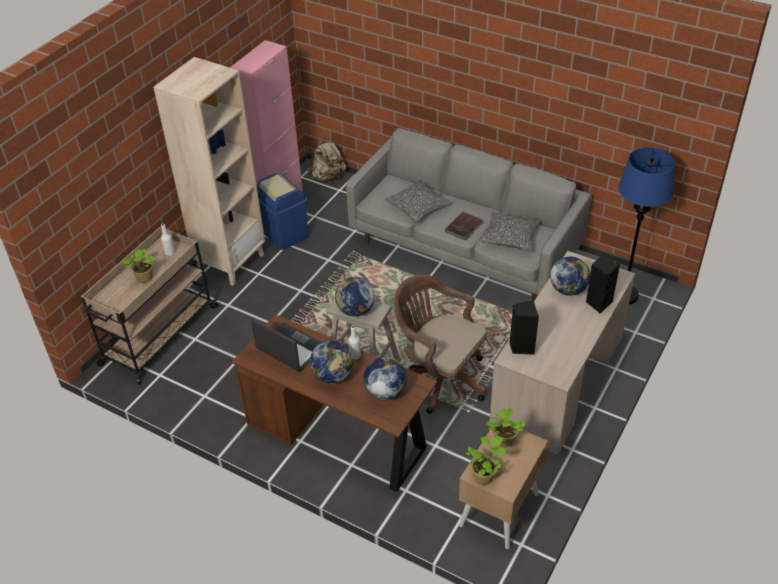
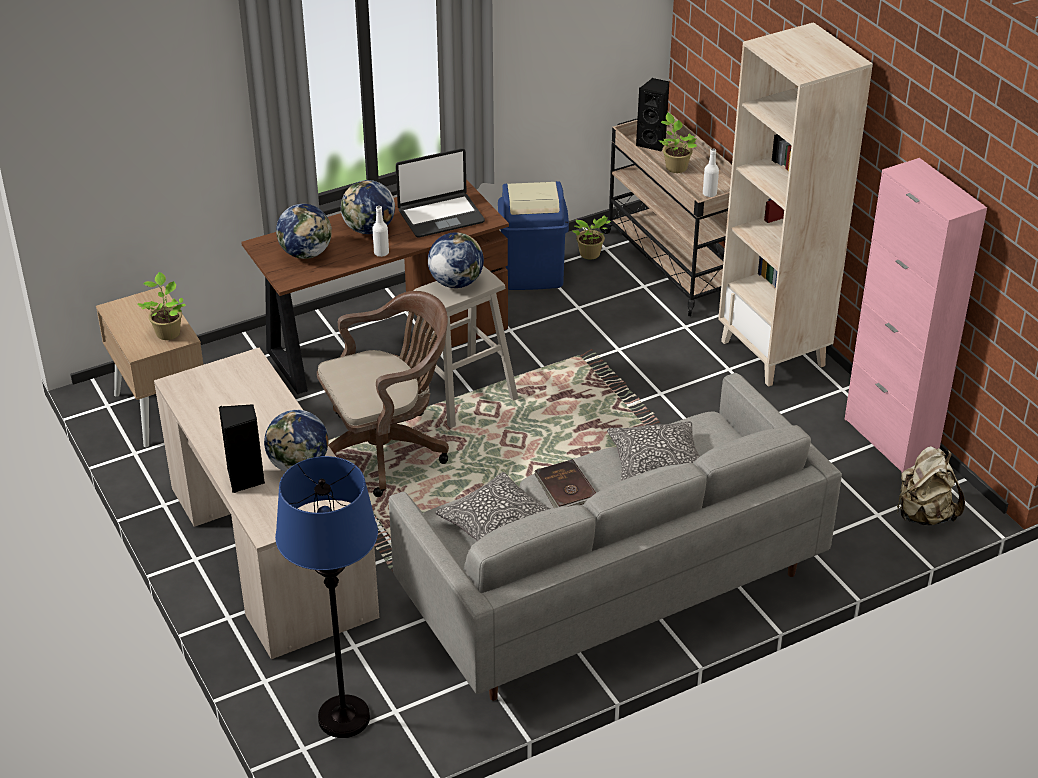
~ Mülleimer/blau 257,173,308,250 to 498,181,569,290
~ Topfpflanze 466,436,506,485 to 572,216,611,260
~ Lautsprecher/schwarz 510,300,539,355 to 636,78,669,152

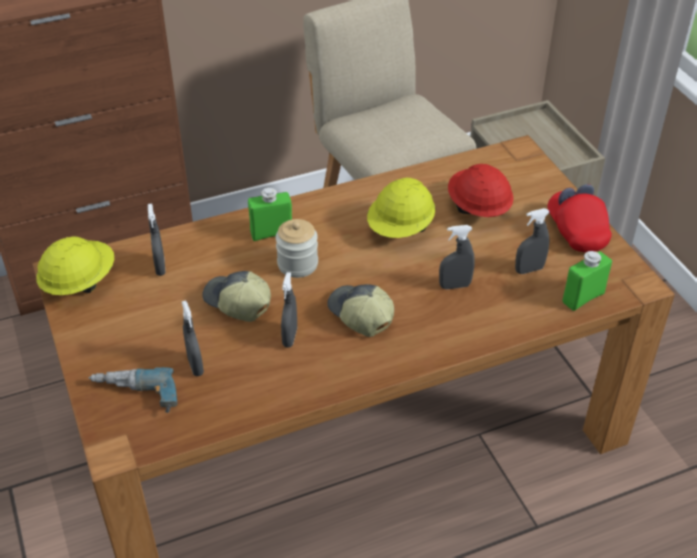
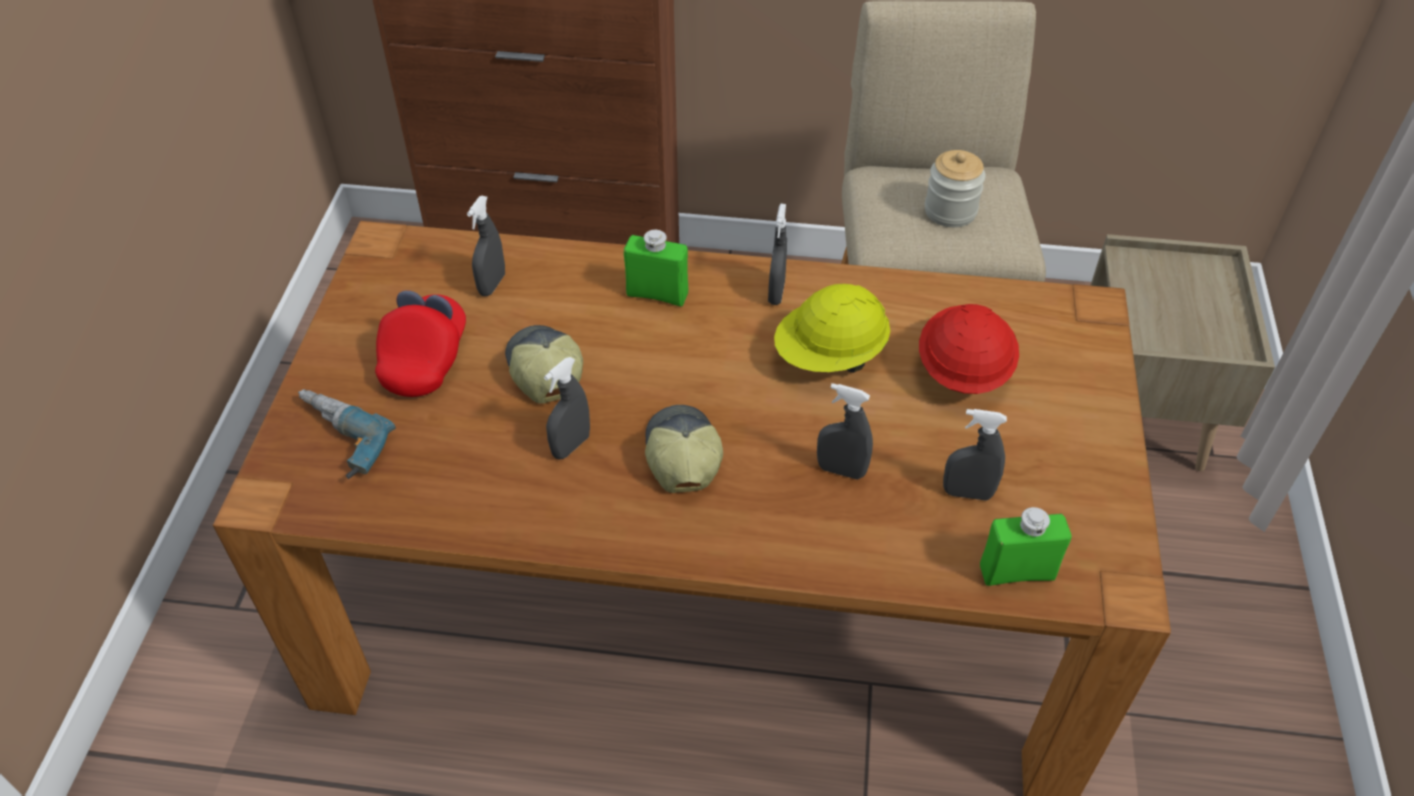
- Schutzhelm/gelb 36,236,114,295
~ Sprühflasche/grau 182,301,204,376 to 768,203,787,305
~ Vorratsglas 276,219,318,278 to 925,150,986,227
~ Kappe/rot 547,184,612,252 to 375,290,466,397

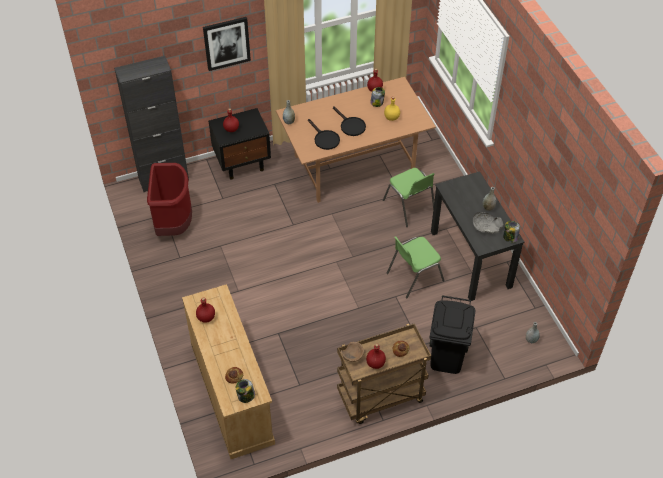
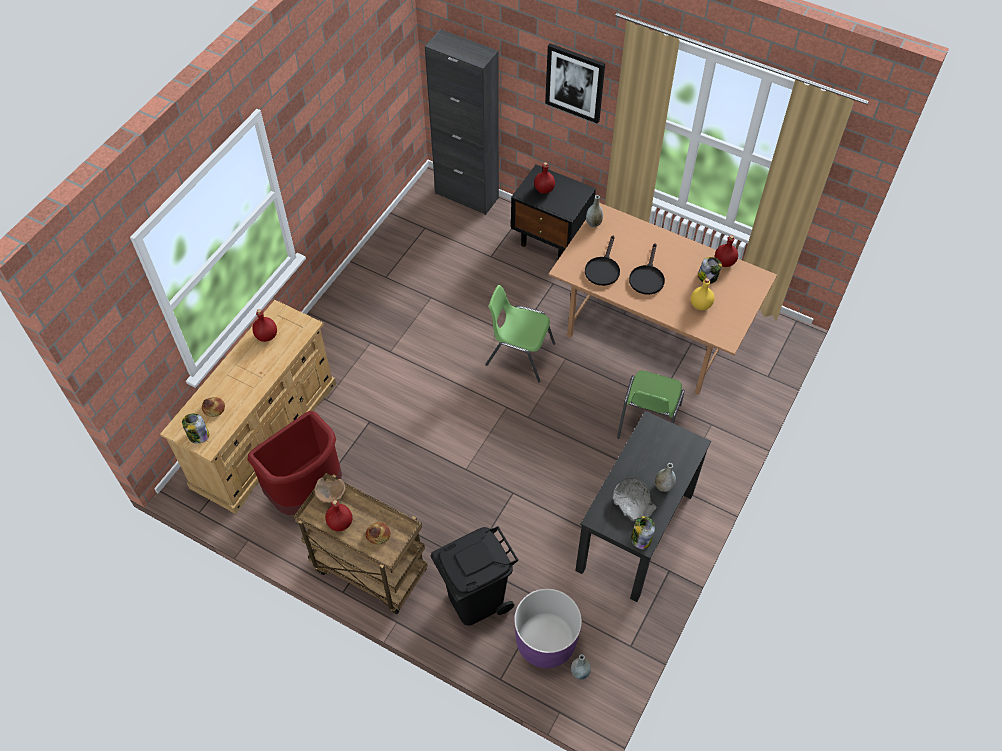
+ Pflanzkübel/lila 514,588,582,668
~ Mülleimer/rot 147,163,192,236 to 247,411,342,515
~ Stuhl/grün 387,236,445,298 to 485,285,556,382

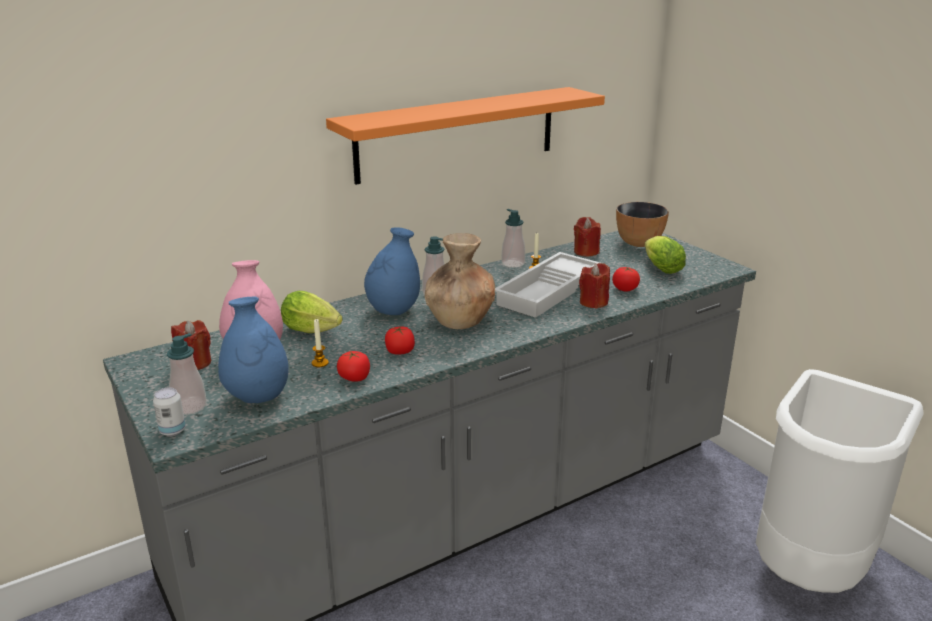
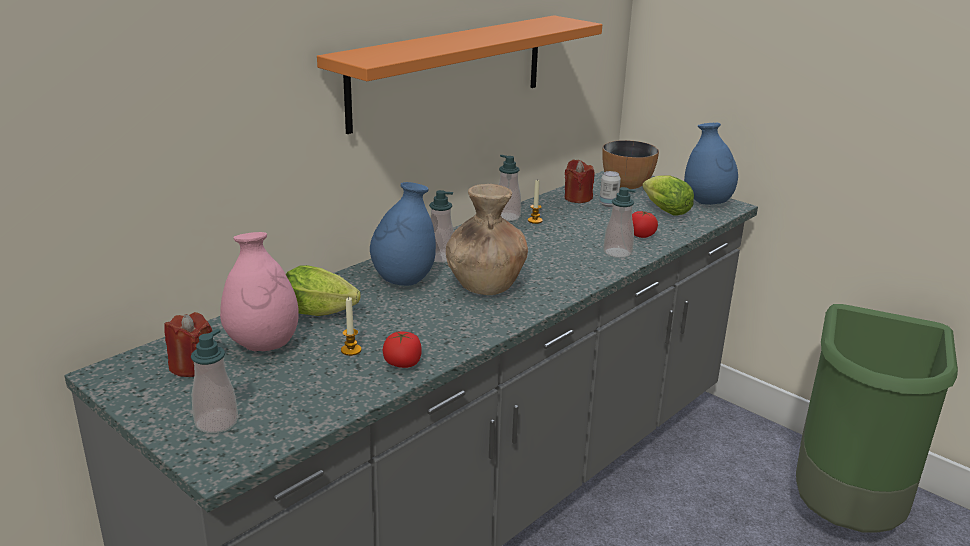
- Tomate 385,327,415,354
- Tablett/weiß 495,252,600,318
~ Dose 153,387,186,436 to 599,171,621,207
~ Vase/blau 218,297,288,403 to 684,123,738,205
~ Kerze/rot 579,263,610,309 to Seifenspender 603,187,636,258
~ Mülleimer/weiß 756,369,924,593 to Mülleimer/grün 796,304,958,532

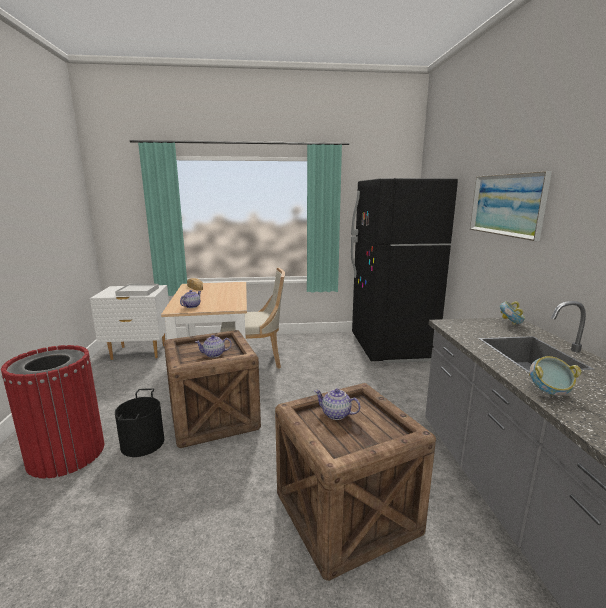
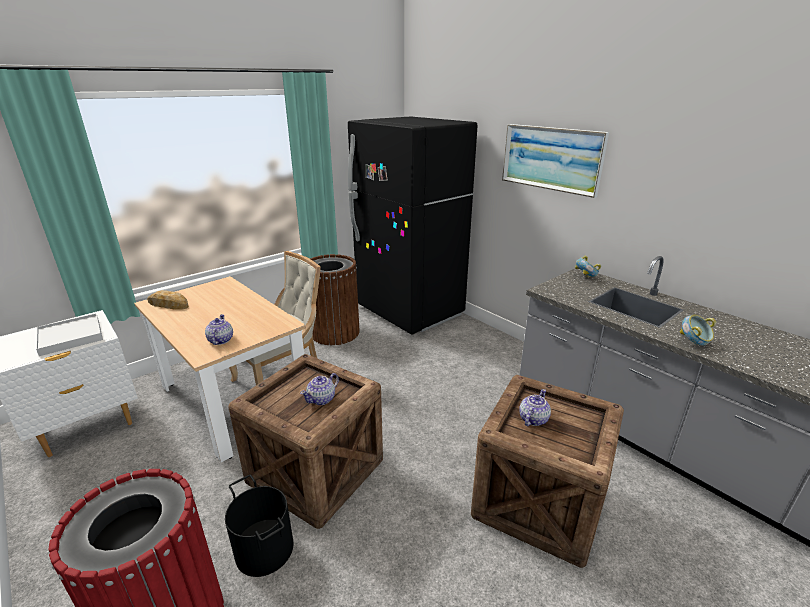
+ Mülleimer/braun 310,254,360,345
~ Teekanne 315,389,361,420 = 519,389,551,426 135 degrees clockwise

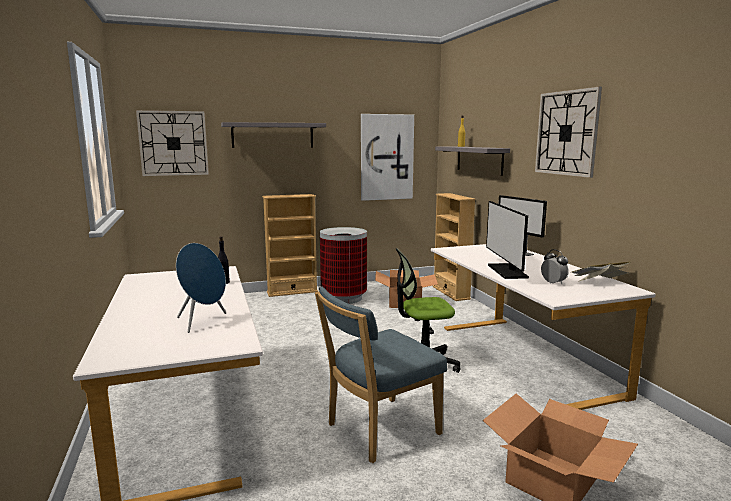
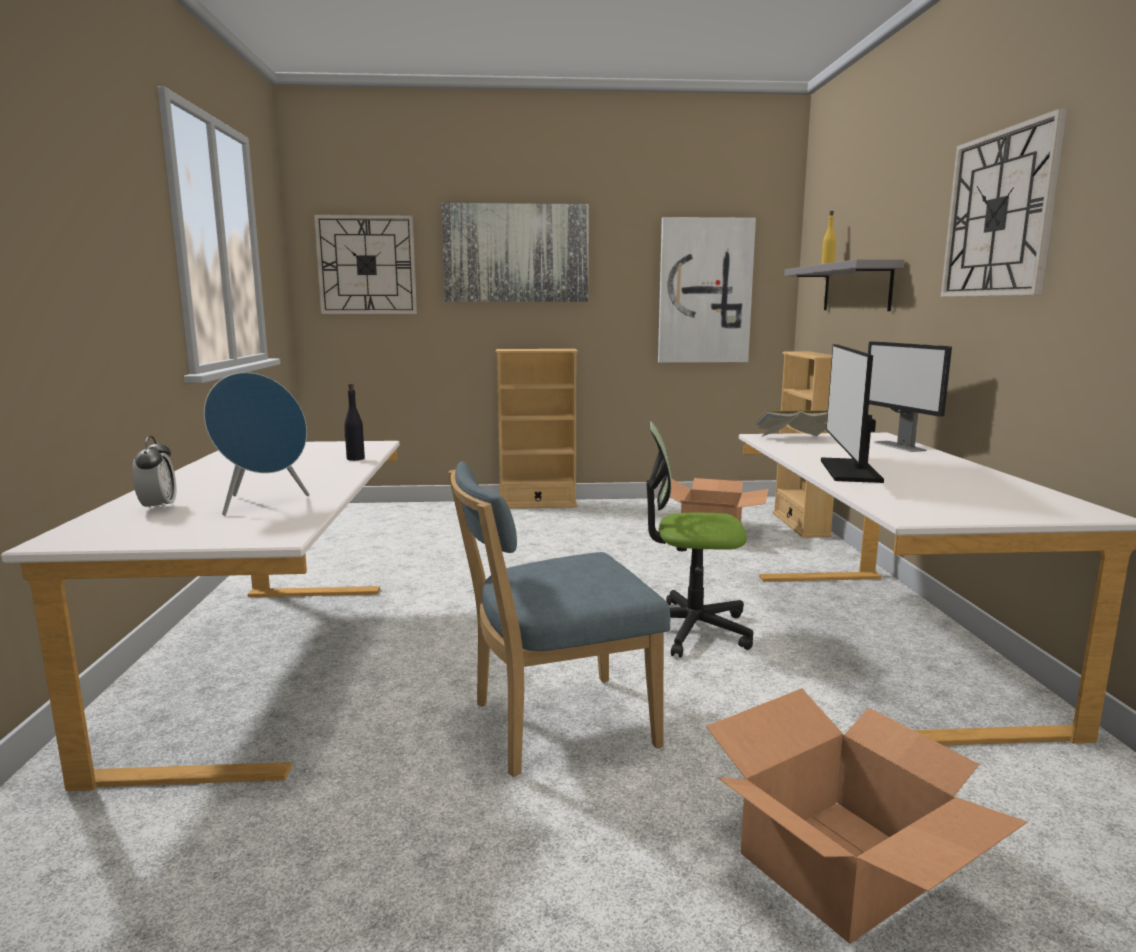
- Mülleimer 320,227,367,304
~ Wecker 541,249,569,284 to 132,436,176,511
~ Buch 572,262,629,282 to 754,410,828,436
~ Wandregal/grau 221,122,326,148 to Bild 441,203,589,302

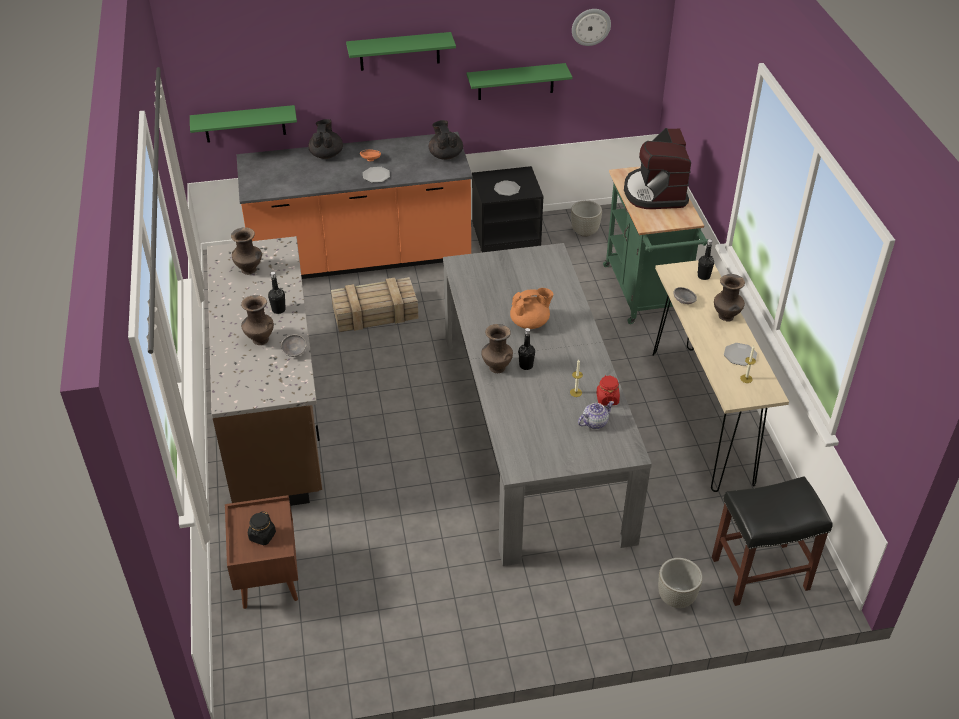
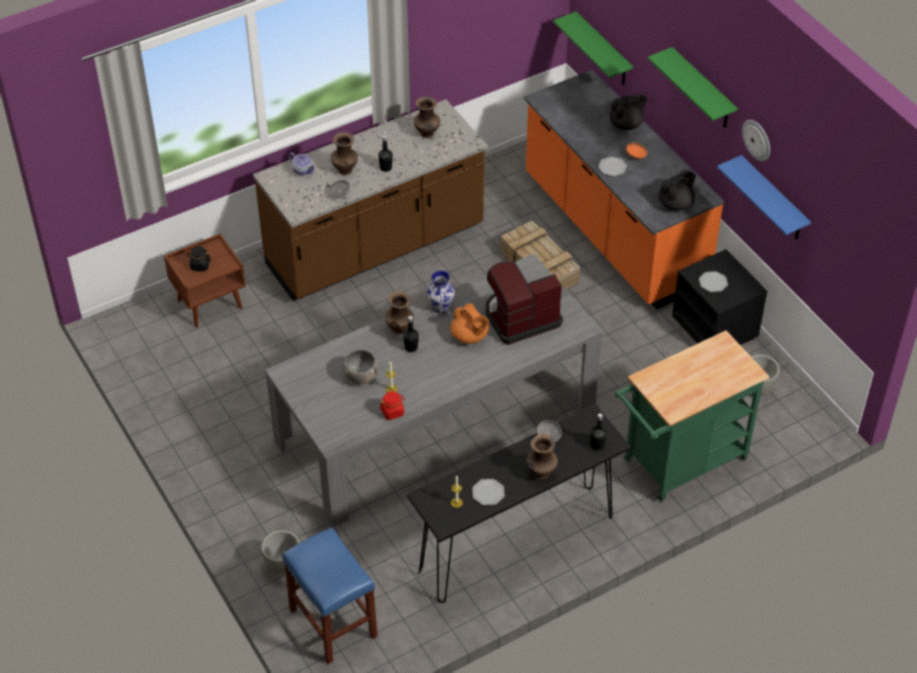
+ Schüssel/grau 343,350,378,384
+ Vase 427,270,455,313
~ Wanduhr 572,9,611,46 to 742,120,770,162
~ Teekanne 578,401,614,429 to 288,152,316,176
~ Kaffeemaschine 624,128,691,209 to 486,261,563,345
~ Wandregal/grün 466,63,572,100 to Wandregal/blau 717,155,811,239
~ Konsolentisch/beige 653,260,789,492 to Konsolentisch/schwarz 407,405,631,603
~ Hocker/schwarz 712,476,833,606 to Hocker/blau 282,527,378,664

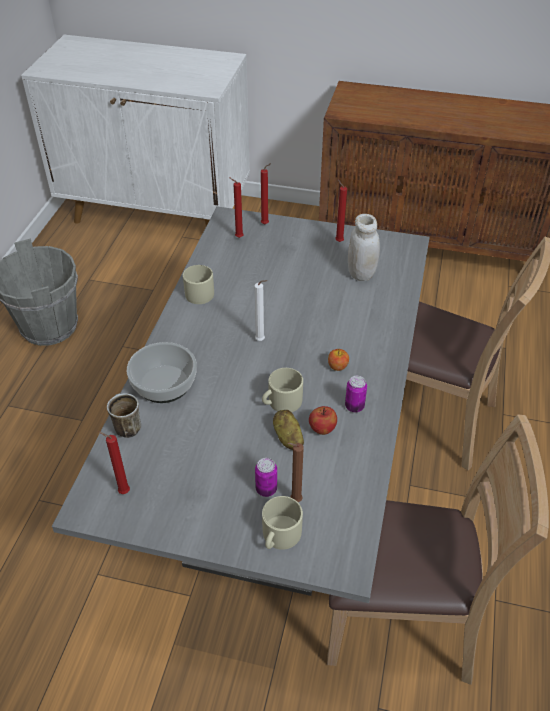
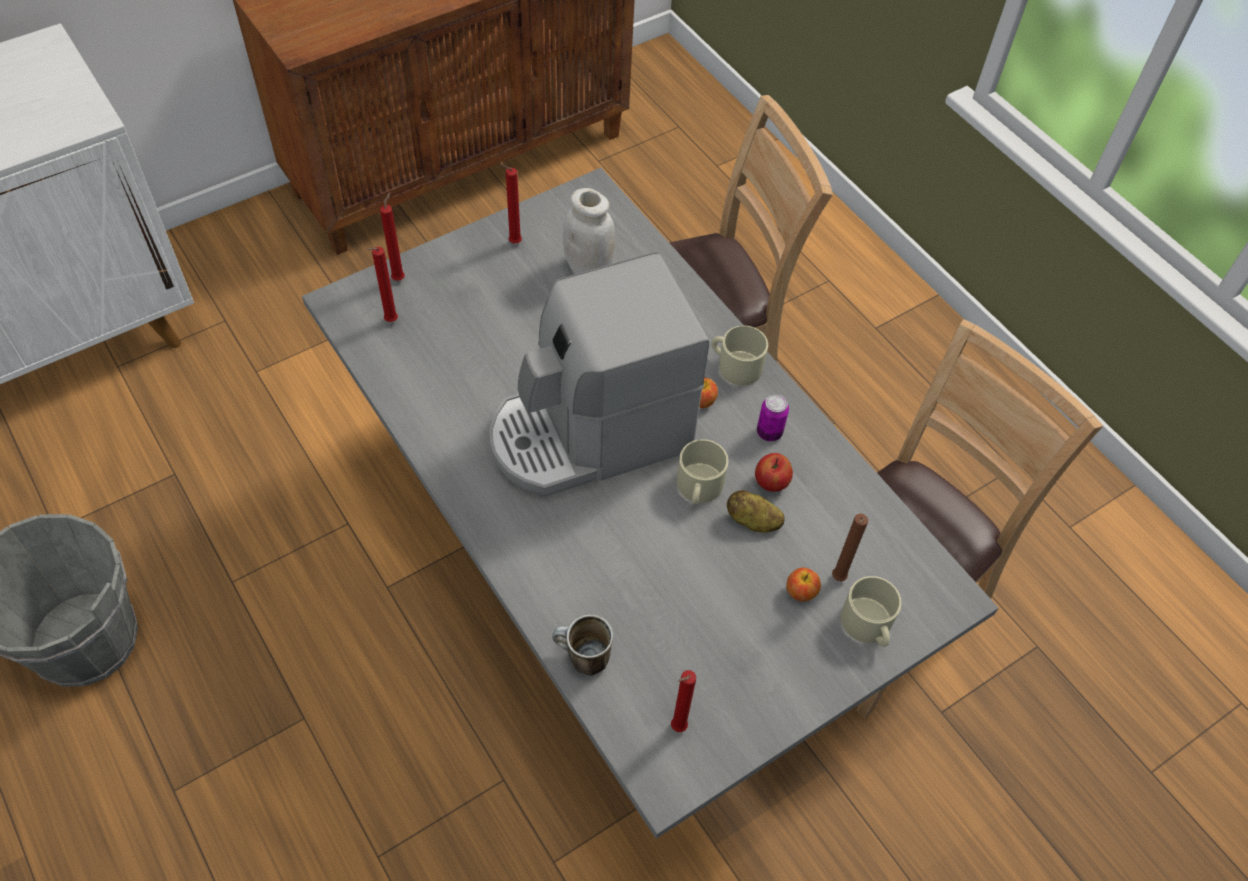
- Schüssel 127,342,197,403
~ Henkelbecher/beige 183,265,214,304 to 711,326,768,385
~ Kerze/weiß 255,280,267,341 to Kaffeemaschine 489,252,709,496
~ Dose 255,458,277,497 to Apfel 786,568,821,602

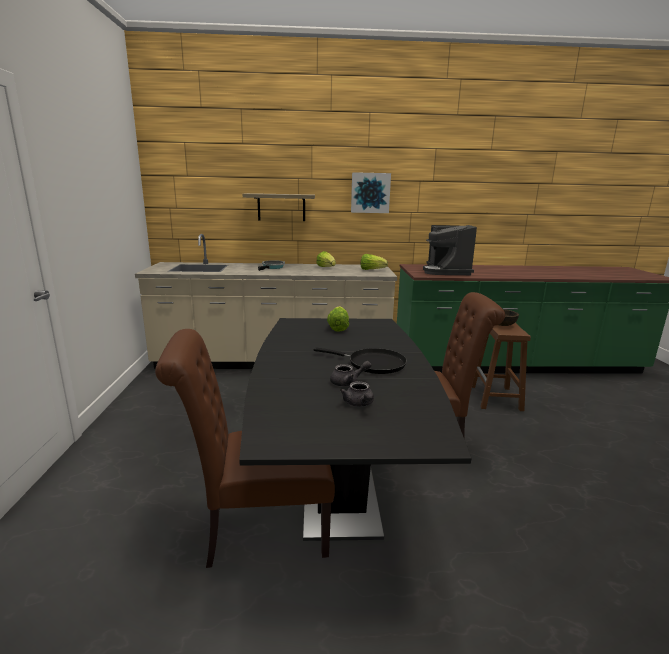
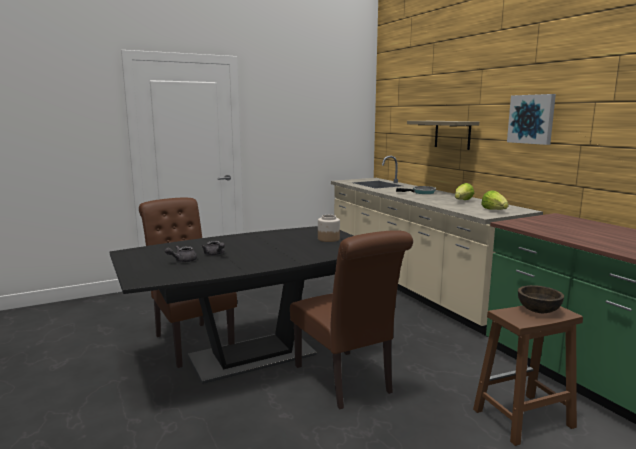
- Pfanne/schwarz 314,347,407,374
- Kaffeemaschine 423,225,477,275
~ Salatkopf 327,306,349,332 to Vorratsglas 318,215,340,242

